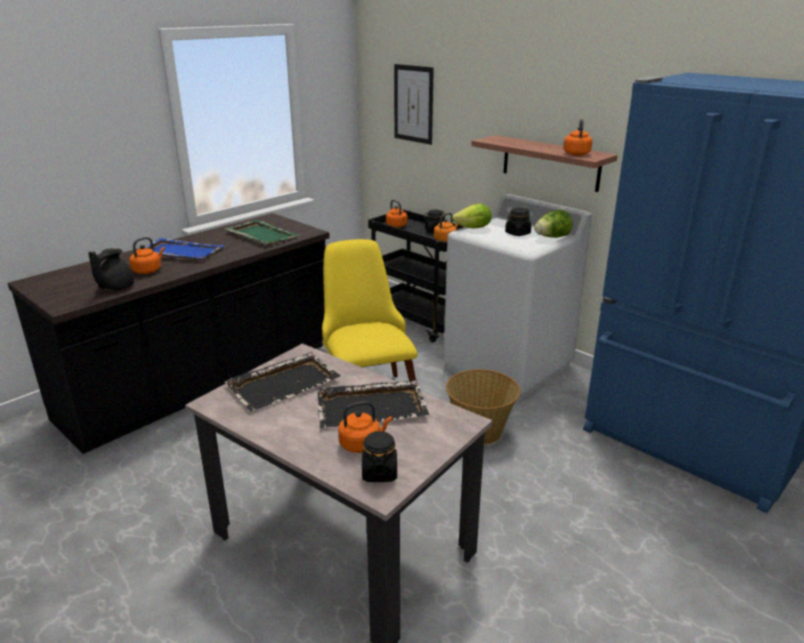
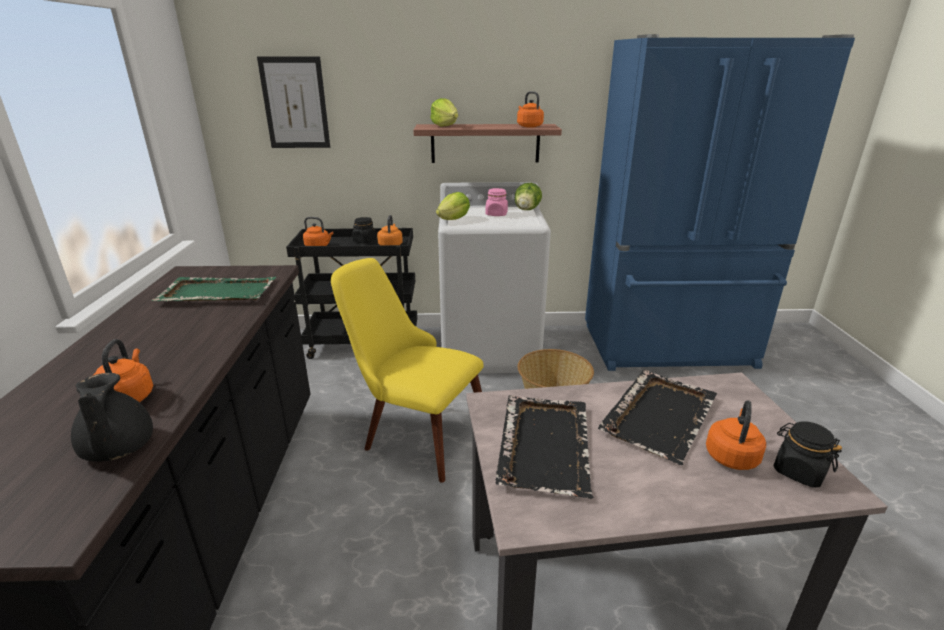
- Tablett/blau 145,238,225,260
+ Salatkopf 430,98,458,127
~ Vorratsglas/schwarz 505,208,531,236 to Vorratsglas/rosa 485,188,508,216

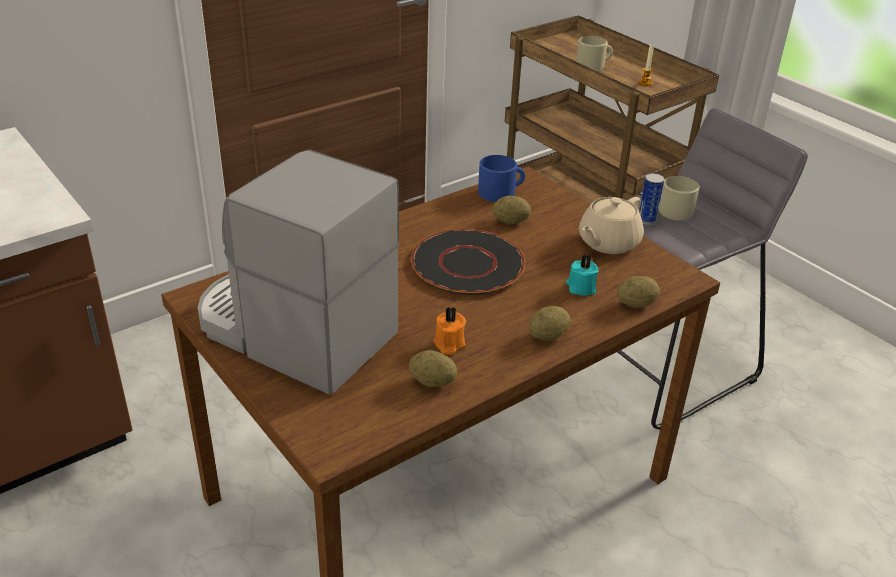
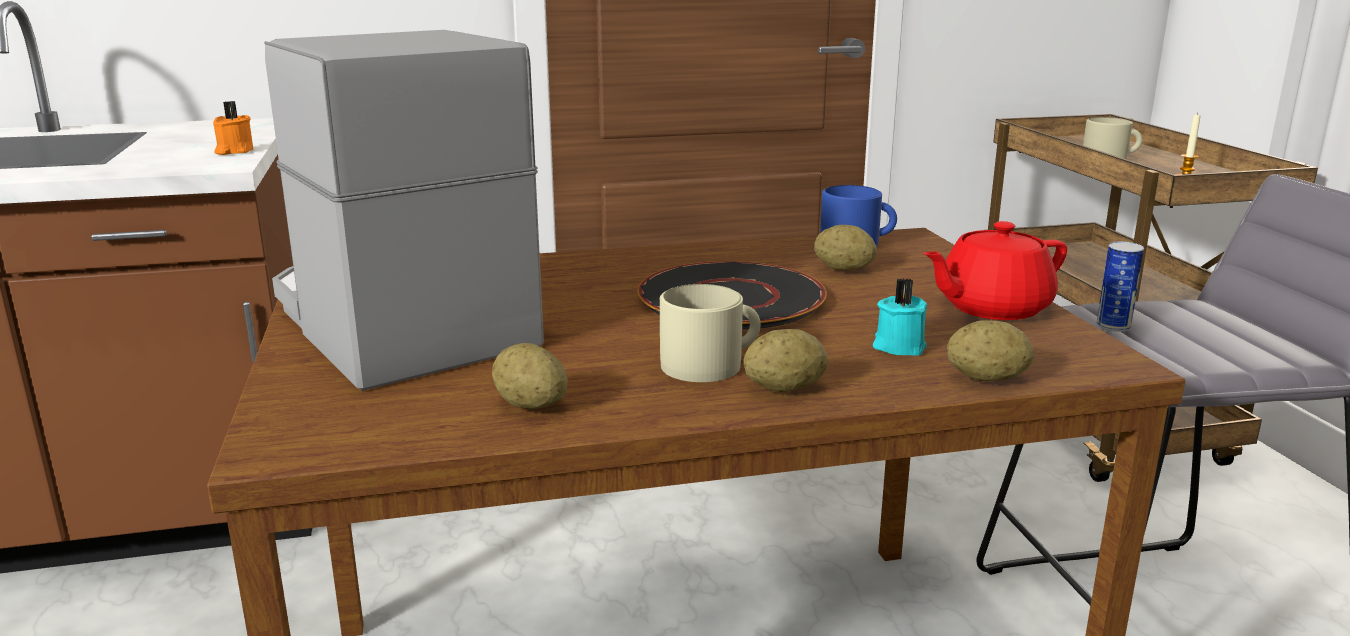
~ Kerze/orange 434,307,466,355 to 213,101,253,155
~ Henkelbecher/beige 659,176,699,221 to 660,284,761,382
~ Teekanne/beige 579,197,644,254 to Teekanne/rot 923,221,1067,320

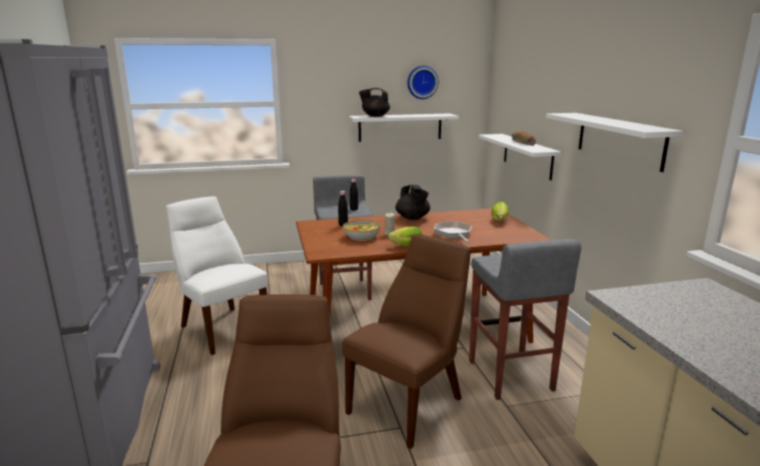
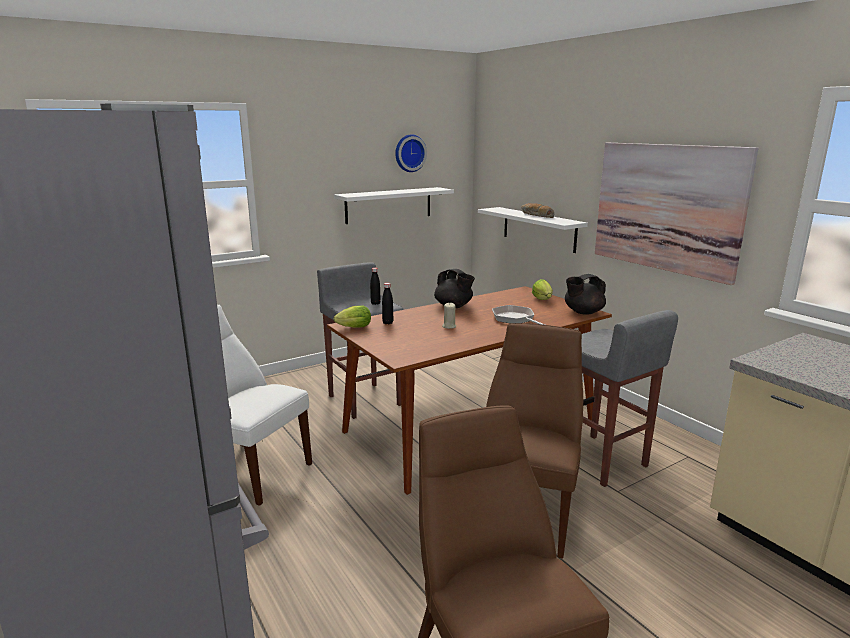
- Schüssel 343,220,380,241
~ Teekanne/schwarz 359,88,390,117 to 565,274,606,315
~ Salatkopf 388,226,423,247 to 334,305,371,328
~ Wandregal/weiß 546,113,683,172 to Bild 595,143,758,285

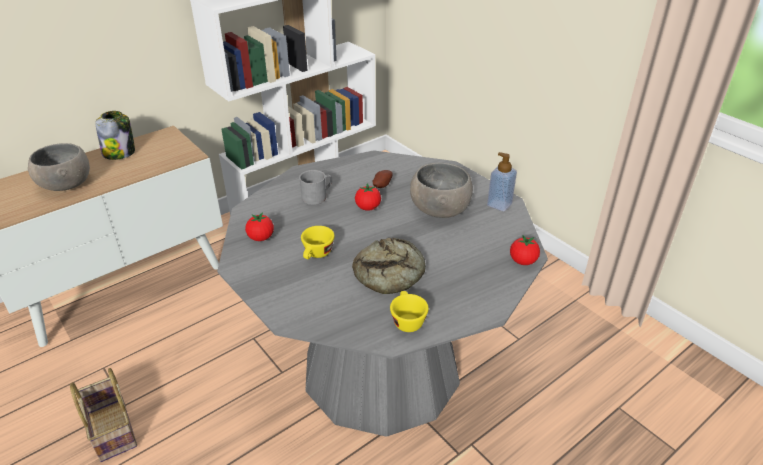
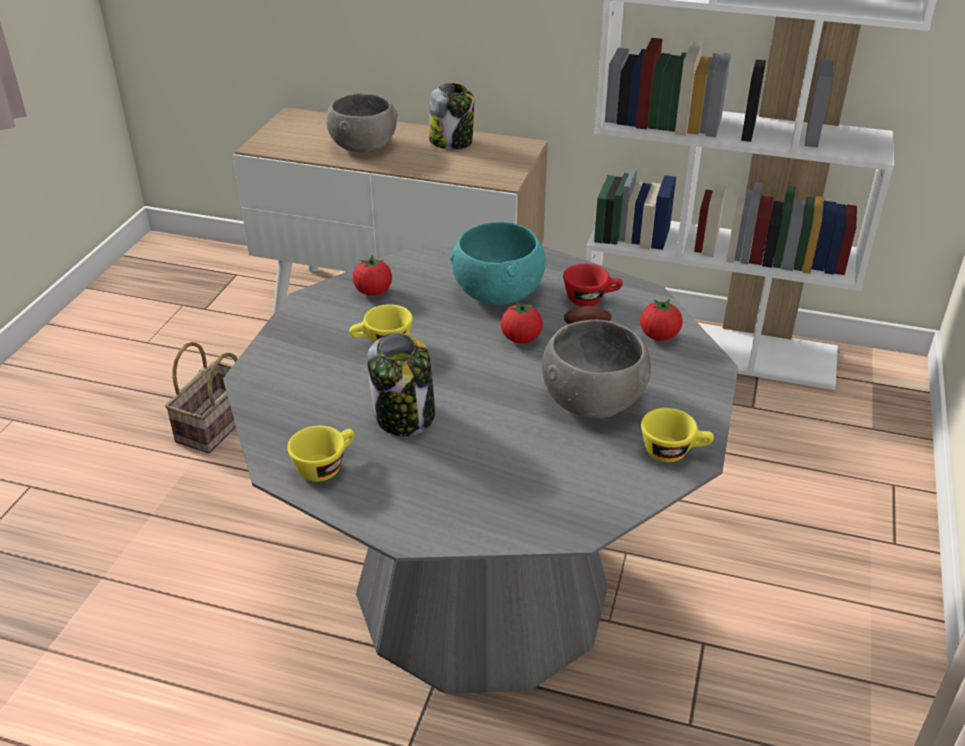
+ Tasse/rot 563,264,623,307
~ Tomate 510,235,540,265 to 640,299,683,341
~ Henkelbecher/grau 299,170,332,205 to Schüssel/türkis 450,222,546,305
~ Brot 352,238,426,294 to Vorratsglas 367,332,435,436
~ Seifenspender 487,152,517,211 to Tasse/gelb 641,408,714,462

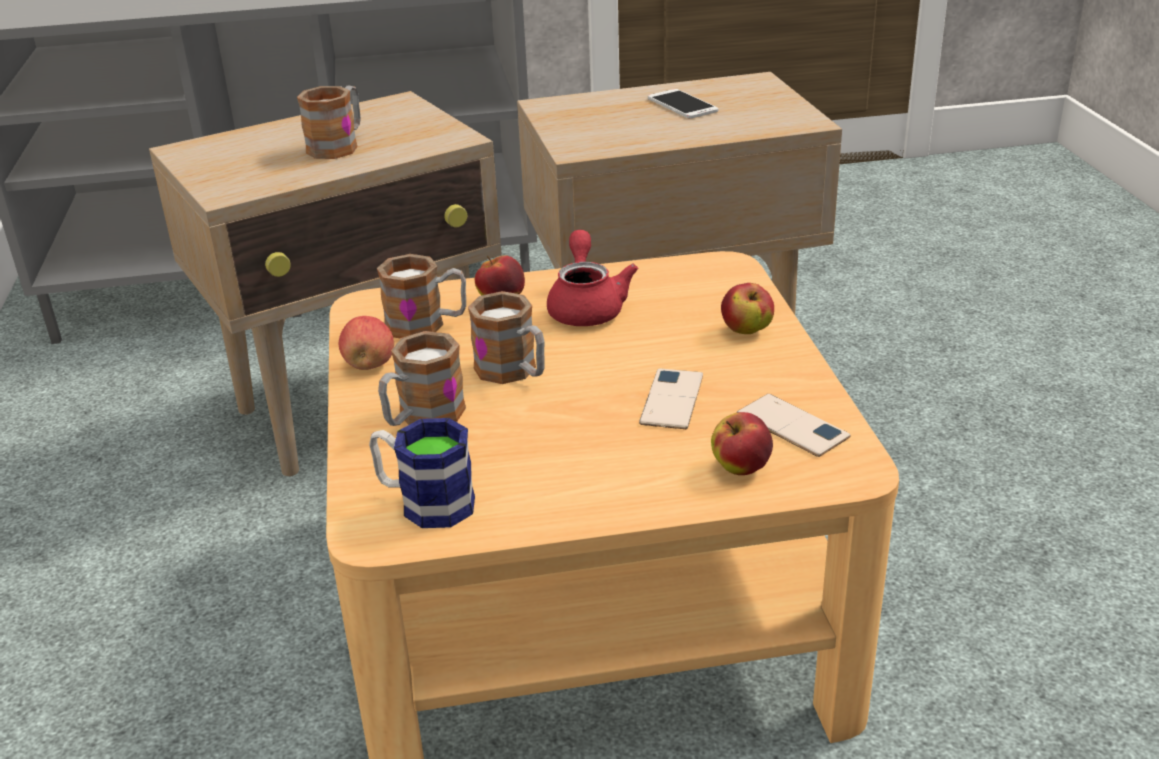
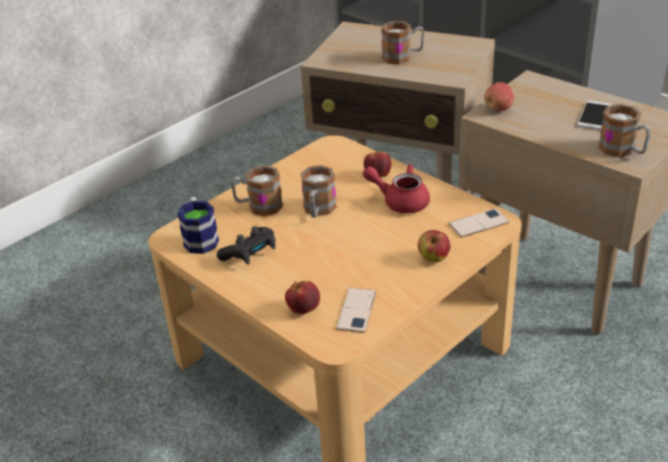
+ Gamepad/schwarz 217,226,276,265
~ Apfel 339,316,394,370 to 484,82,514,111
~ Henkelbecher 377,254,466,339 to 598,104,651,157
~ Handy 639,368,703,429 to 448,208,509,238
~ Teekanne/rot 547,230,638,326 = 363,164,430,213 120 degrees counterclockwise

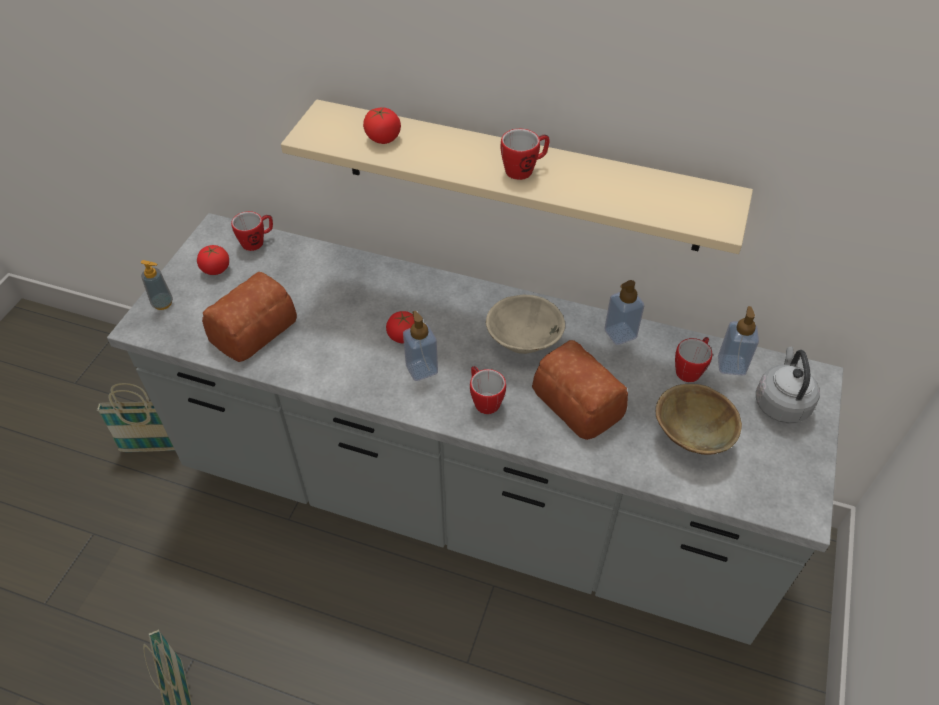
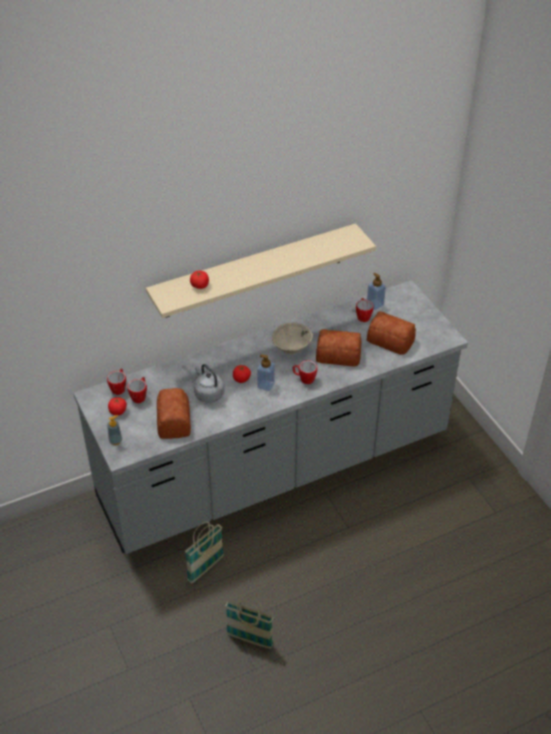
- Seifenspender 604,280,644,345
~ Korb 97,383,175,452 to 185,521,224,584
~ Henkelbecher 501,129,549,180 to 128,377,147,403
~ Wasserkessel/grau 756,347,820,423 to 194,364,224,403
~ Schüssel/braun 656,384,742,455 to Brot 367,311,416,355

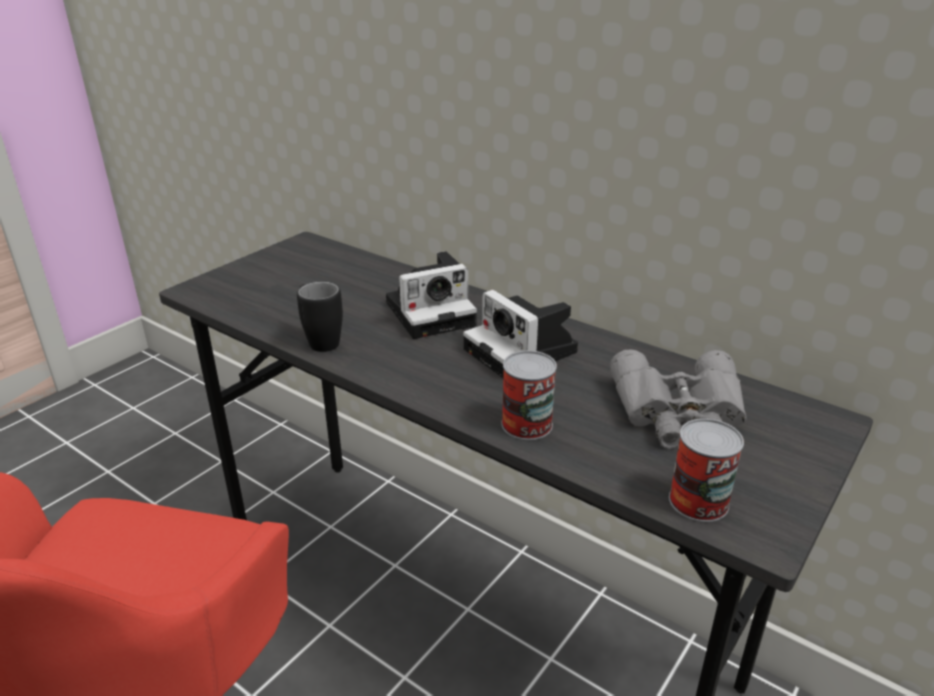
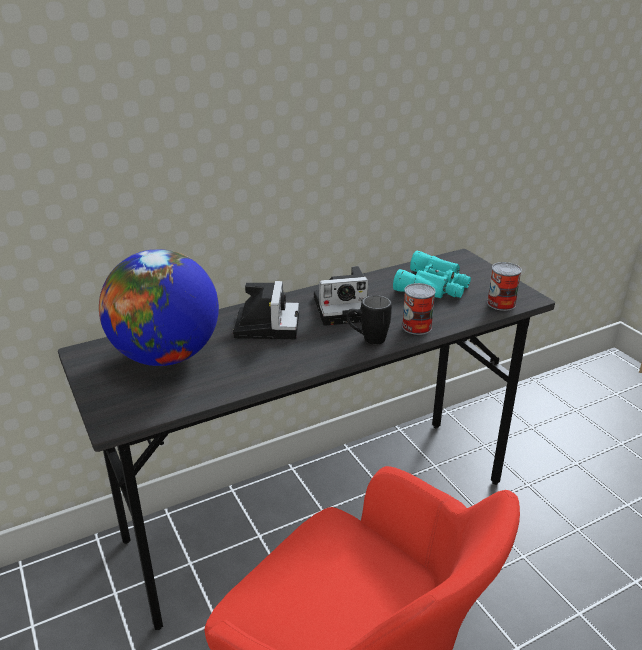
+ Globus 99,249,219,366
~ Henkelbecher/schwarz 297,282,343,352 to 346,295,392,345
~ Fernglas/grau 610,350,747,449 to Fernglas/türkis 393,251,471,298

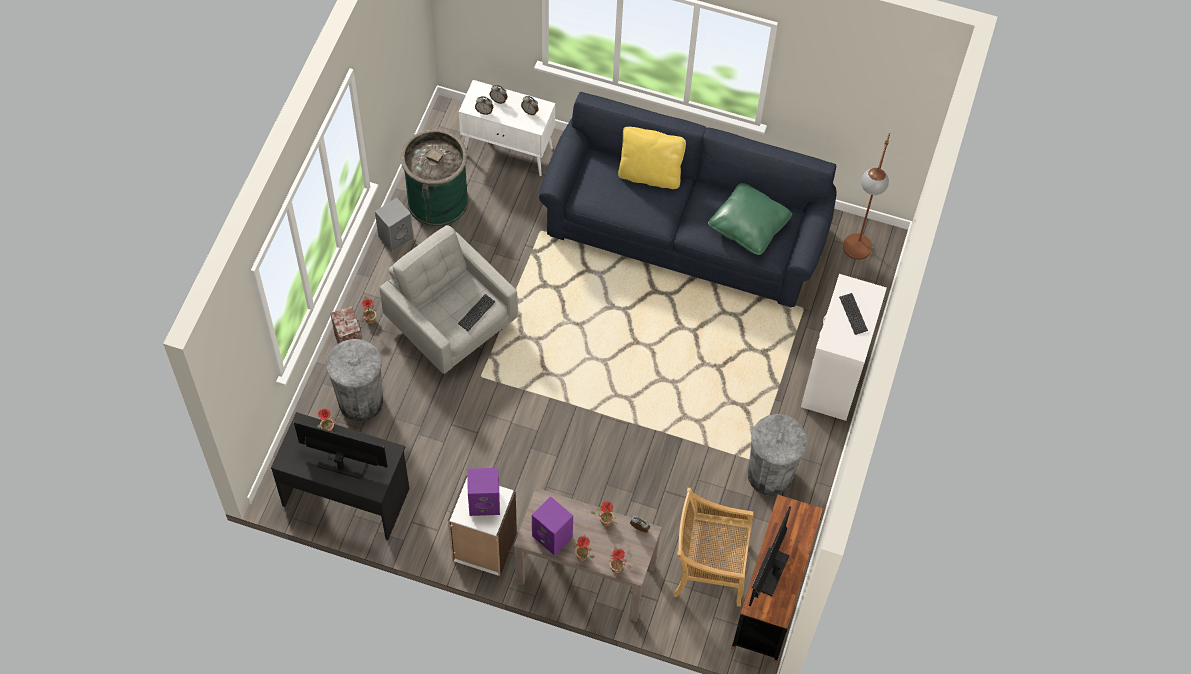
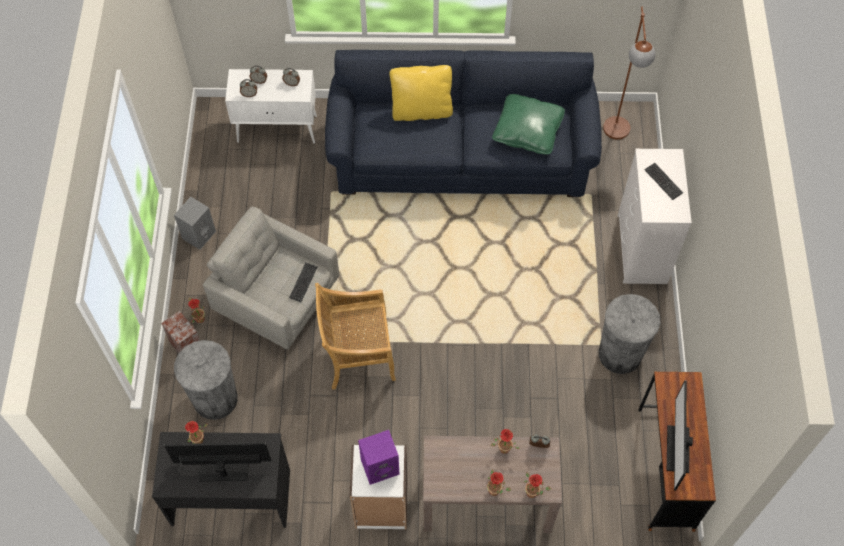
- Mülleimer/grün 401,129,469,227
- Lautsprecher/lila 532,496,573,555
~ Stuhl/beige 673,488,753,607 to 315,283,396,390

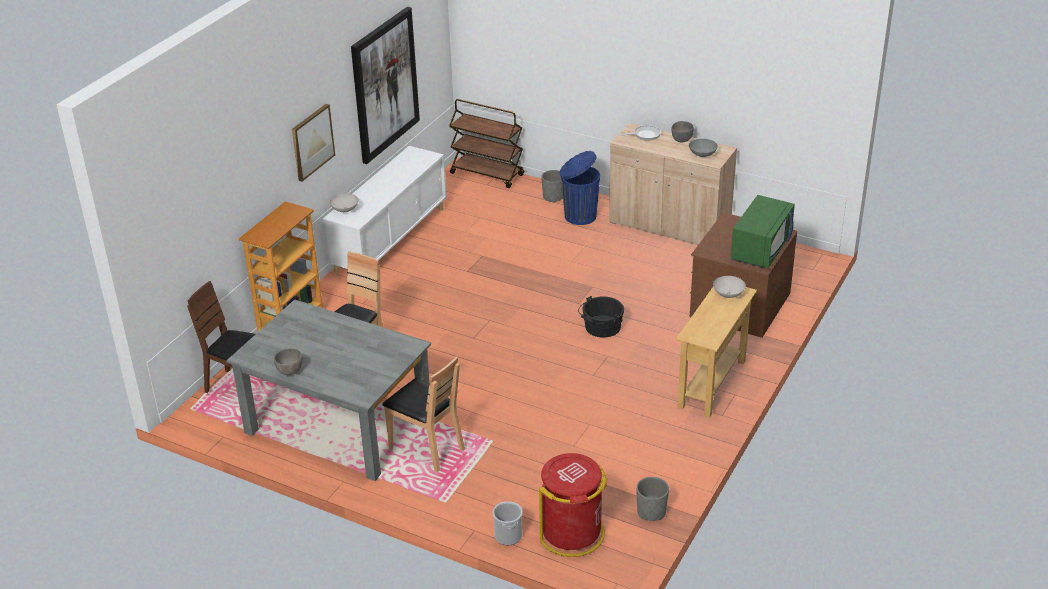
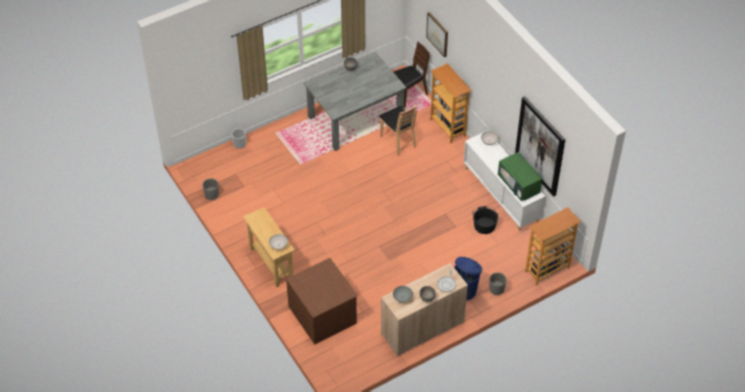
- Stuhl/braun 382,356,465,472
- Mülleimer/rot 539,453,607,557
~ Bild 292,104,335,182 to 426,12,448,57
~ Eimer/schwarz 578,296,624,338 to 473,206,498,234
~ Mikrowelle/grün 730,195,795,268 to 498,152,542,201
~ Rollwagen/braun 449,99,524,188 to Bücherregal 525,207,581,285

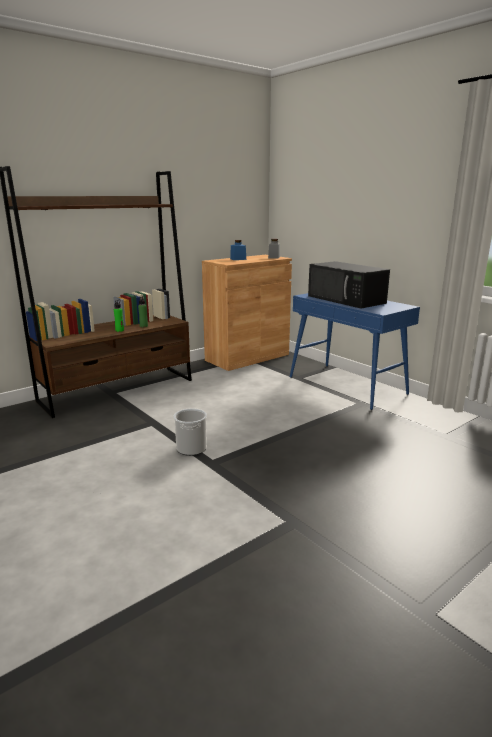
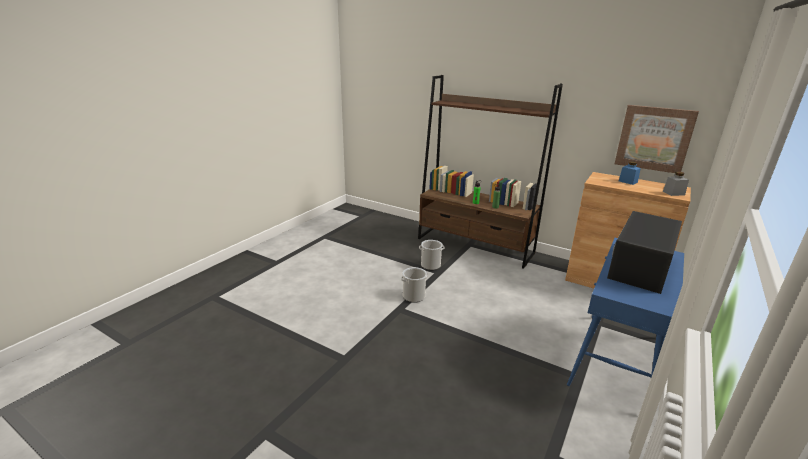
+ Eimer 419,240,444,270
+ Bild 614,105,699,173

